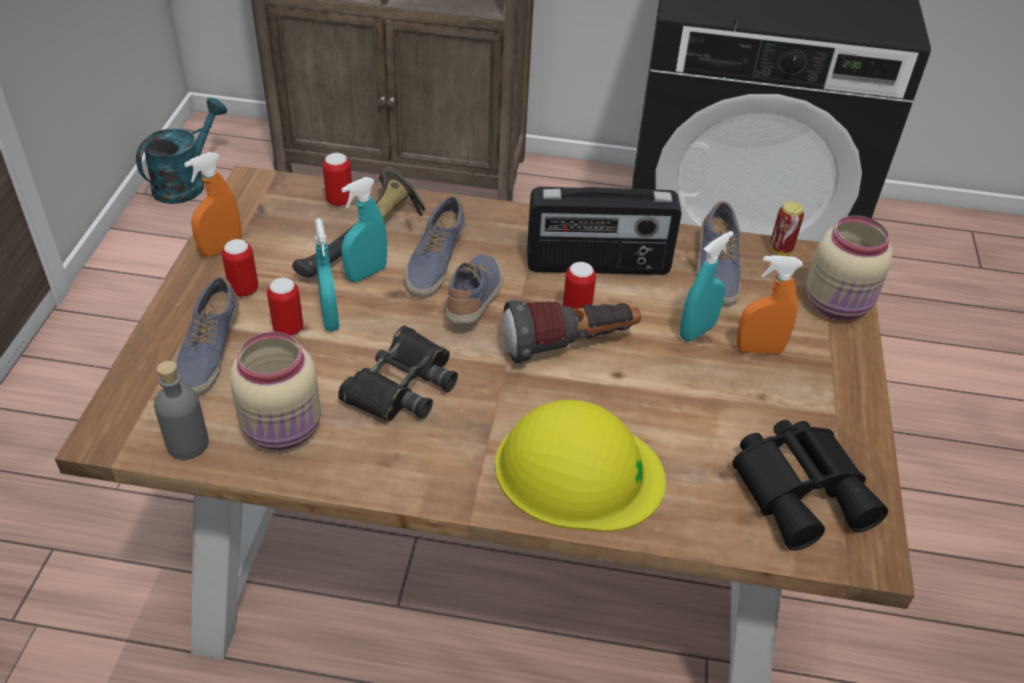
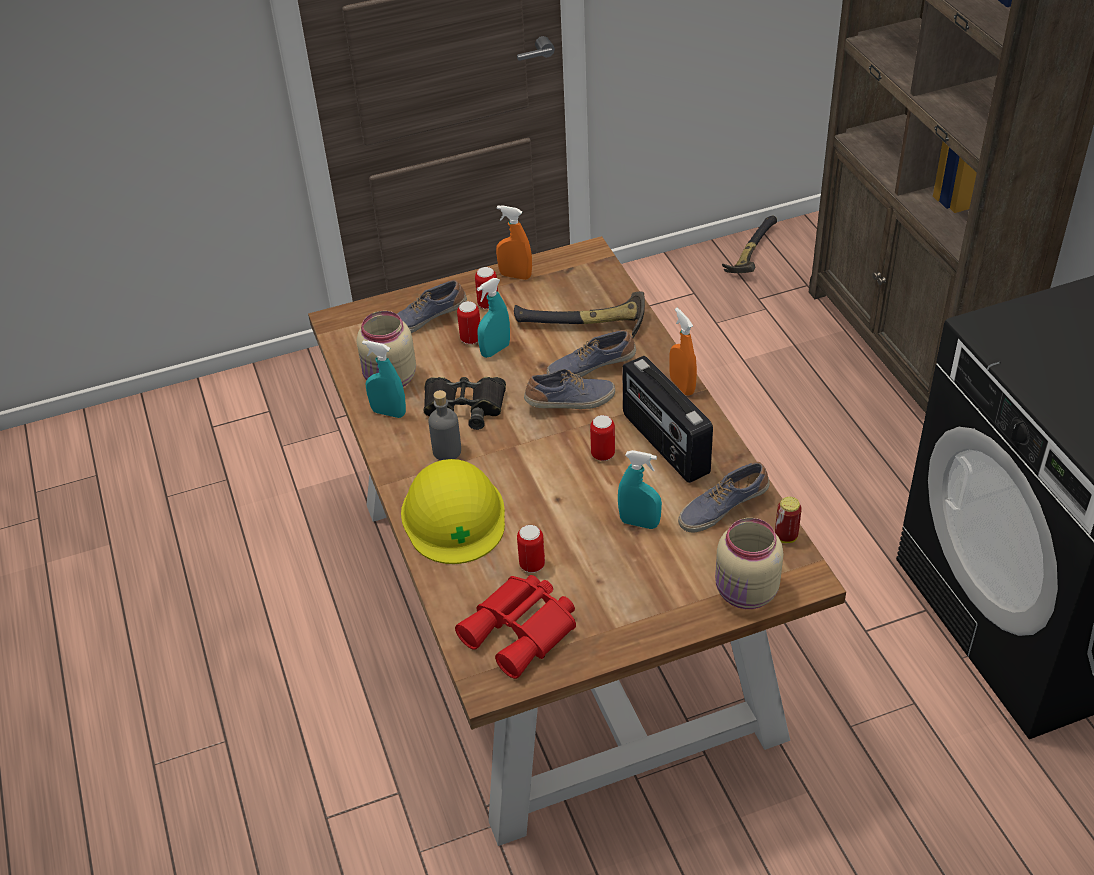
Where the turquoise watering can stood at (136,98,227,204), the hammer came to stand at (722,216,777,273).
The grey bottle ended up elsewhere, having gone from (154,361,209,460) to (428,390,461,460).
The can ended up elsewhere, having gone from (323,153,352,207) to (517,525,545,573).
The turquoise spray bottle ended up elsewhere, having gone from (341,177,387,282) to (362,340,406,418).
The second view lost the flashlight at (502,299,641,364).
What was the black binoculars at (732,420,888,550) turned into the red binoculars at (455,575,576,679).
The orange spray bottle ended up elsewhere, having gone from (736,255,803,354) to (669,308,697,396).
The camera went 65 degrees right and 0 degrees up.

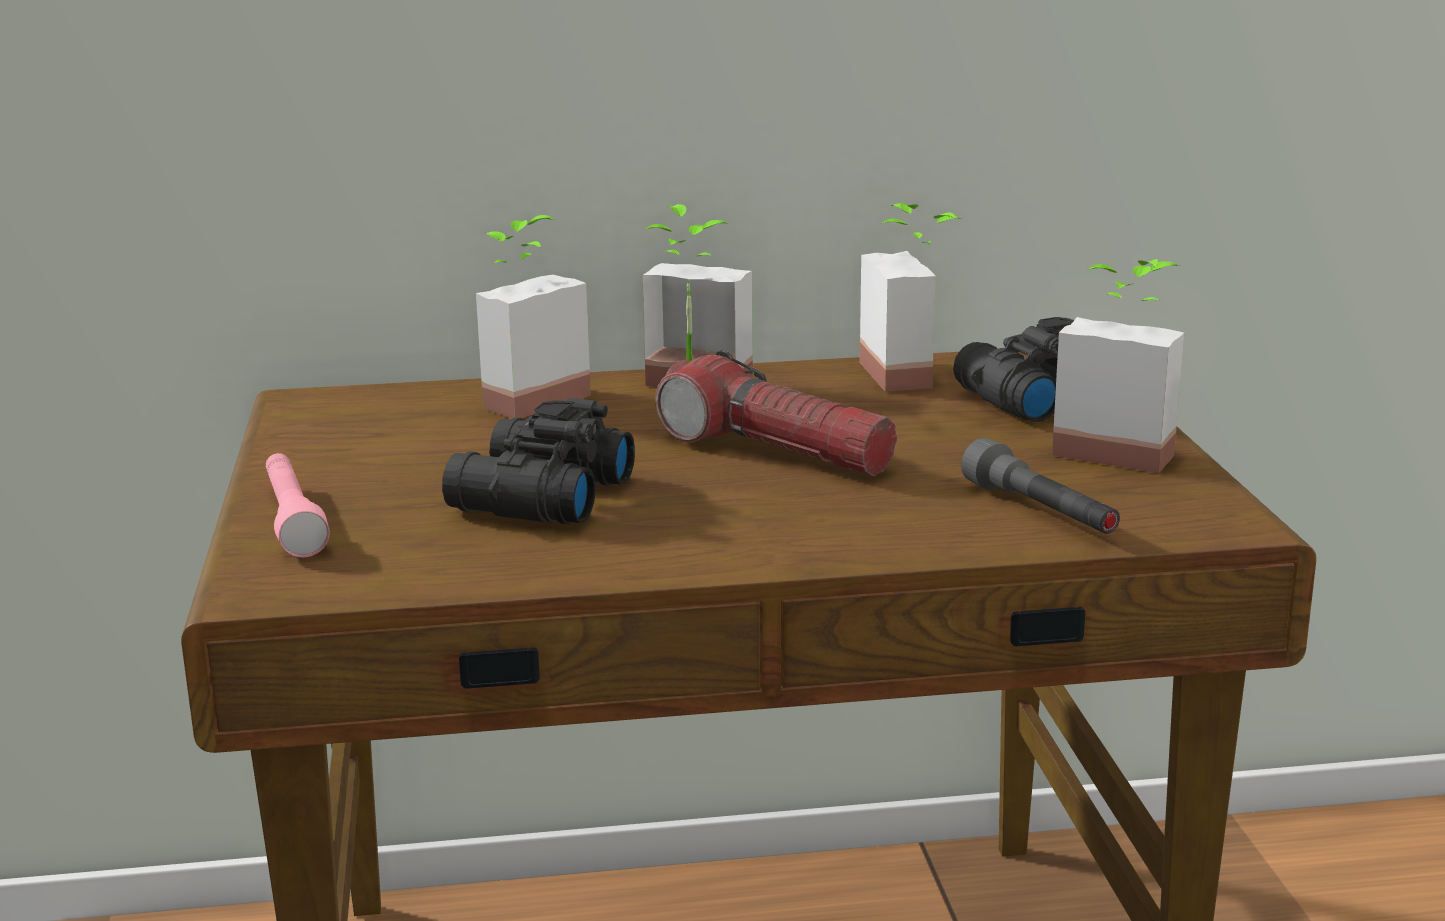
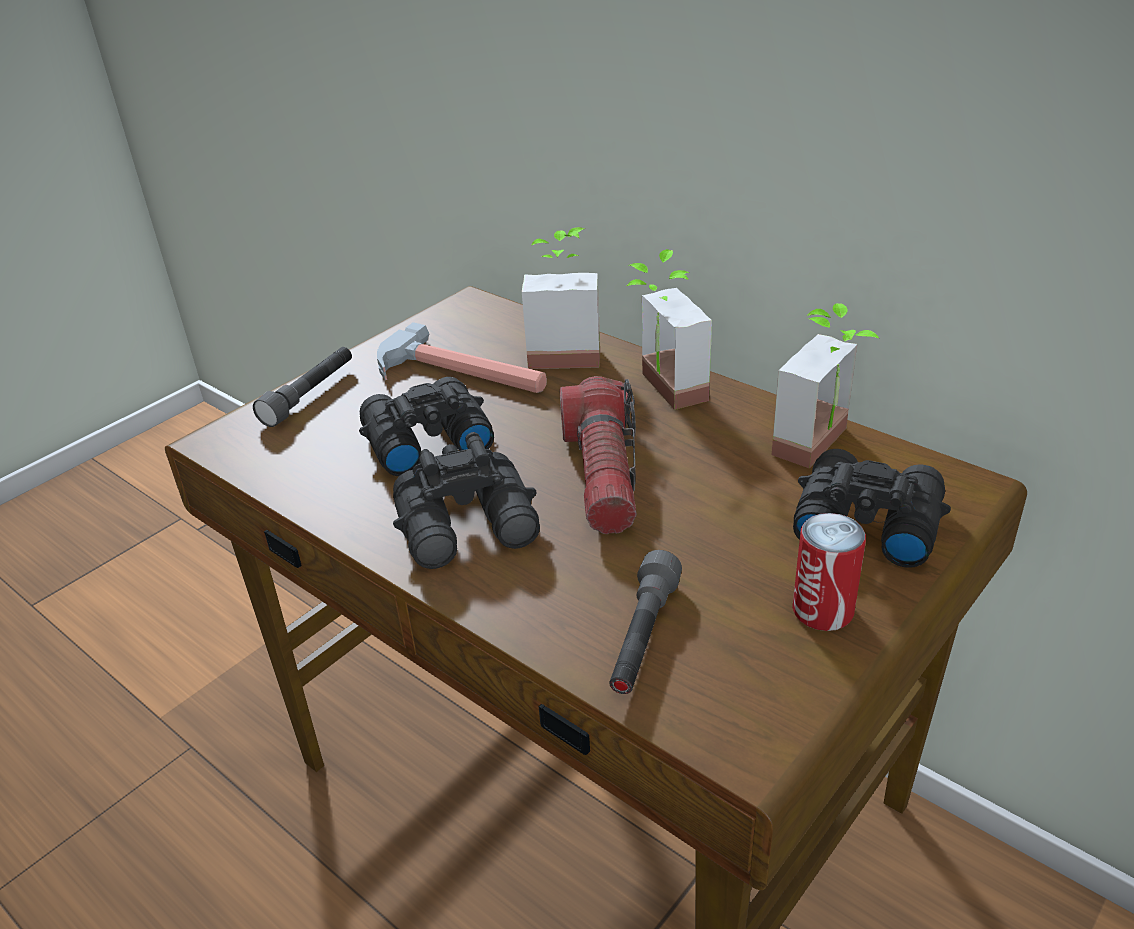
What was the pink flashlight at (266,453,330,558) turned into the grey flashlight at (253,347,352,427).
Where the potted plant stood at (1052,259,1184,474), the can came to stand at (792,513,866,631).
The second view gained the hammer at (377,322,547,393).
The second view gained the black binoculars at (393,432,540,569).
The camera went 50 degrees right and 15 degrees up.

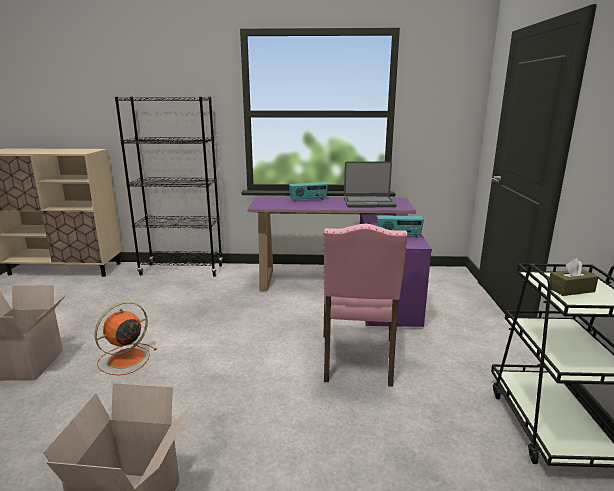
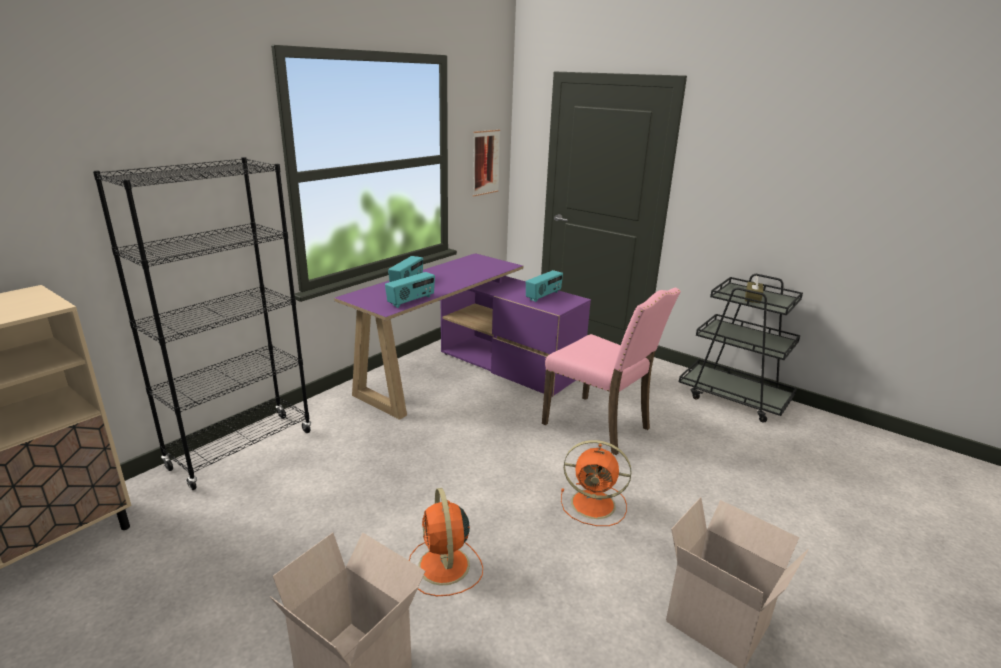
The second view lost the laptop at (344,161,397,207).
The second view gained the radio at (385,272,435,308).
The second view gained the picture at (473,130,500,197).
The second view gained the orange fan at (561,440,632,526).
The camera went 55 degrees left and 5 degrees up.

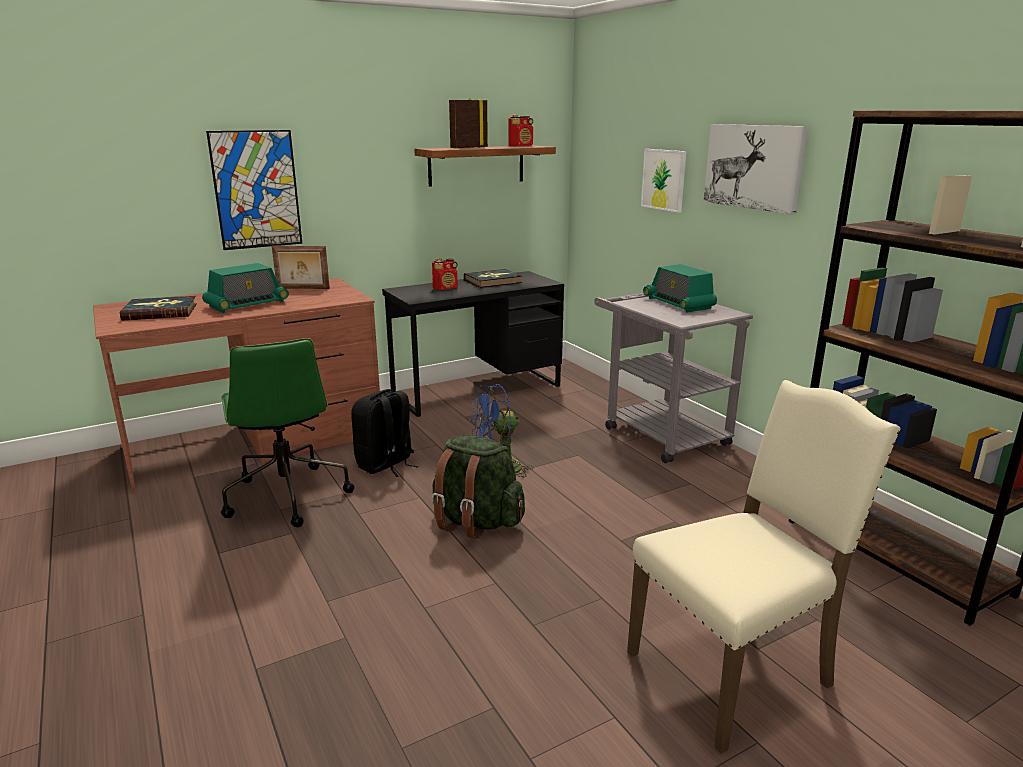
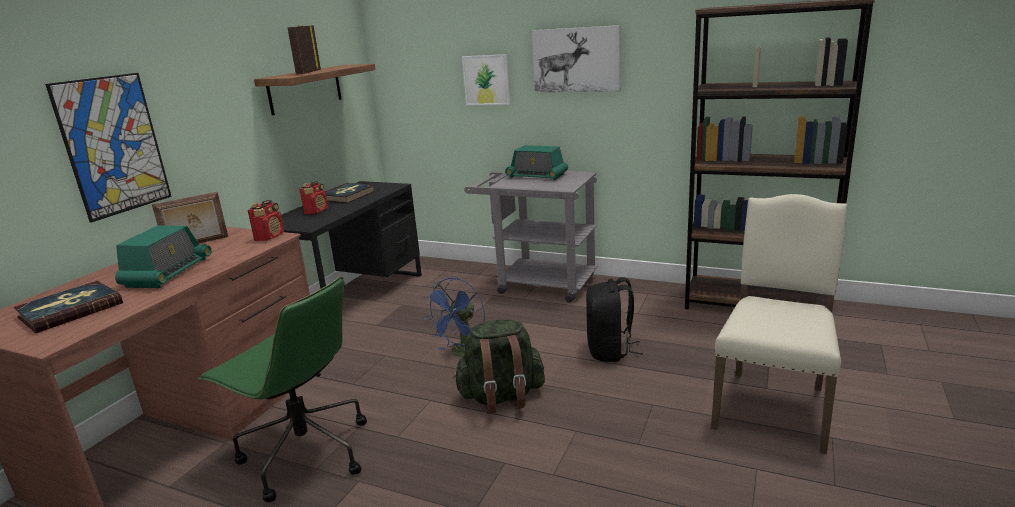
The black backpack ended up elsewhere, having gone from (351,389,419,477) to (586,277,643,362).
The radio ended up elsewhere, having gone from (508,115,533,147) to (248,200,284,241).
The camera went 35 degrees left and 0 degrees up.

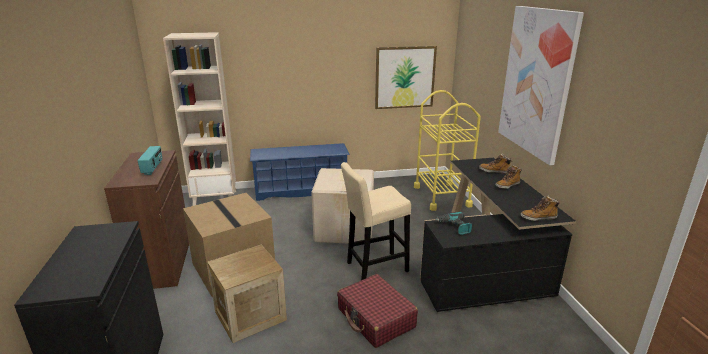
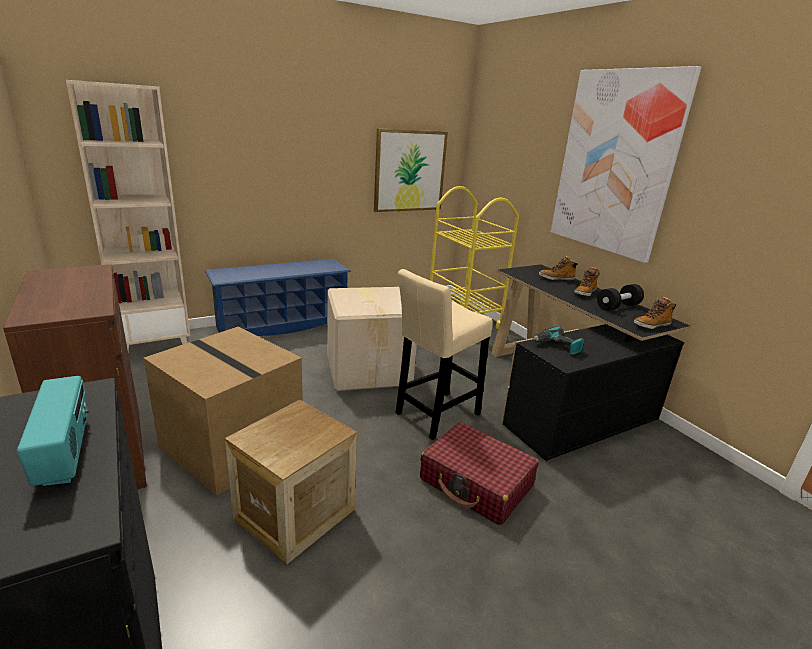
The radio ended up elsewhere, having gone from (137,146,162,175) to (17,376,89,486).
The second view gained the black dumbbell at (597,284,644,311).
The camera went 20 degrees left and 0 degrees up.

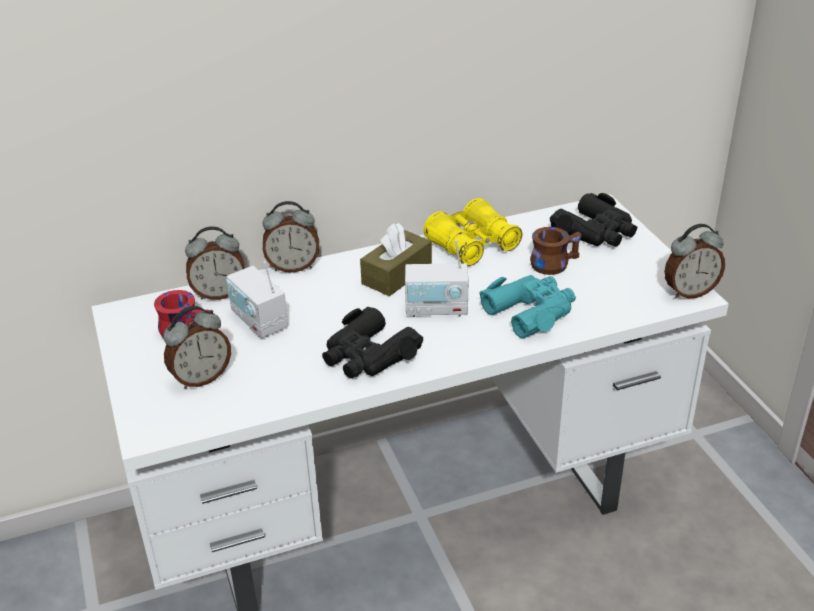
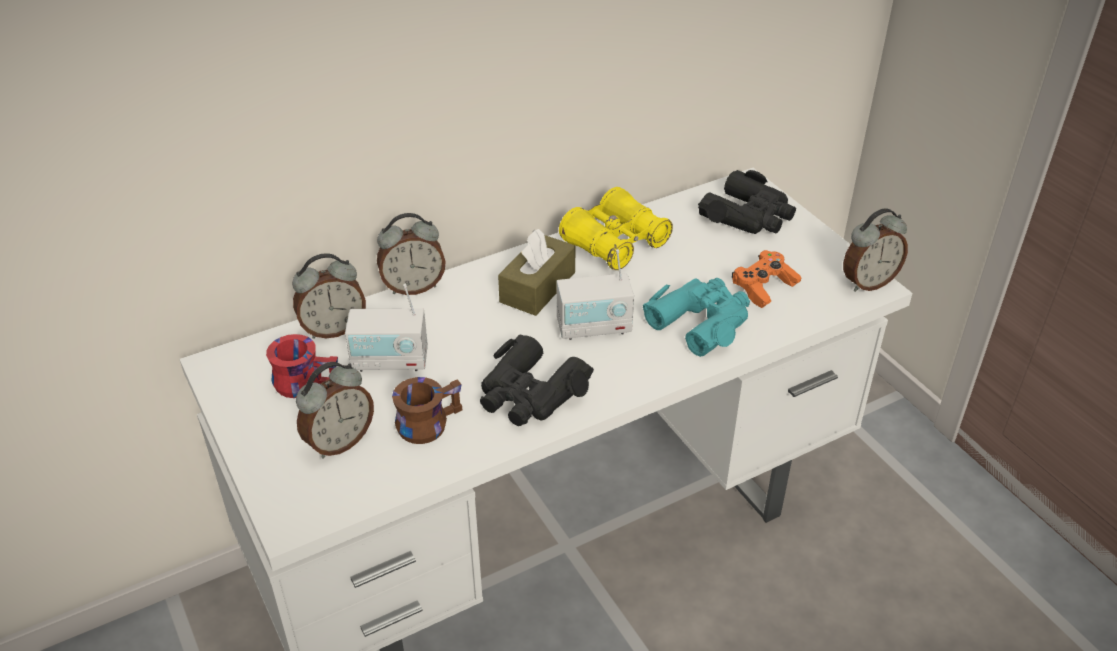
The radio at (226,261,288,338) ended up facing another way, 45 degrees counterclockwise from before.
The brown mug ended up elsewhere, having gone from (530,227,582,275) to (392,377,462,444).
The second view gained the orange game controller at (732,250,801,308).
The camera went 10 degrees left and 5 degrees up.

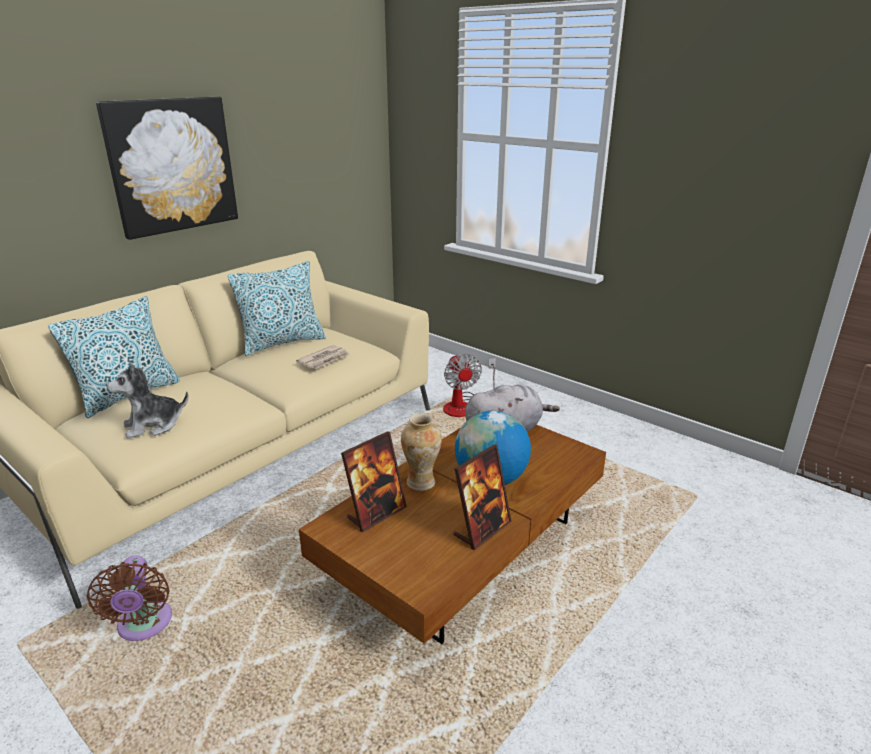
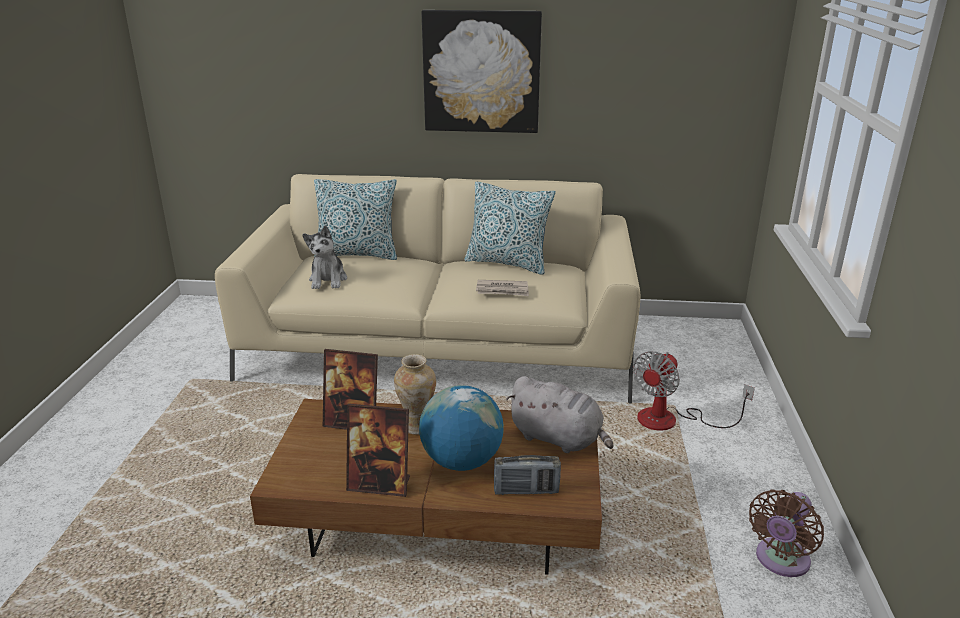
The brown fan ended up elsewhere, having gone from (87,555,172,641) to (749,489,824,577).
The plush toy at (106,362,188,438) ended up facing another way, 120 degrees counterclockwise from before.
The second view gained the radio at (494,455,561,495).
The camera went 55 degrees right and 0 degrees up.

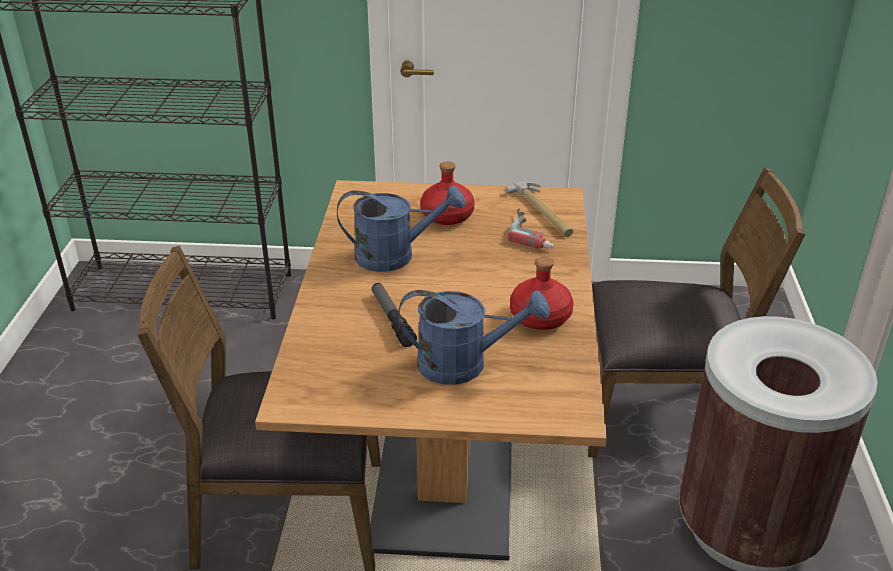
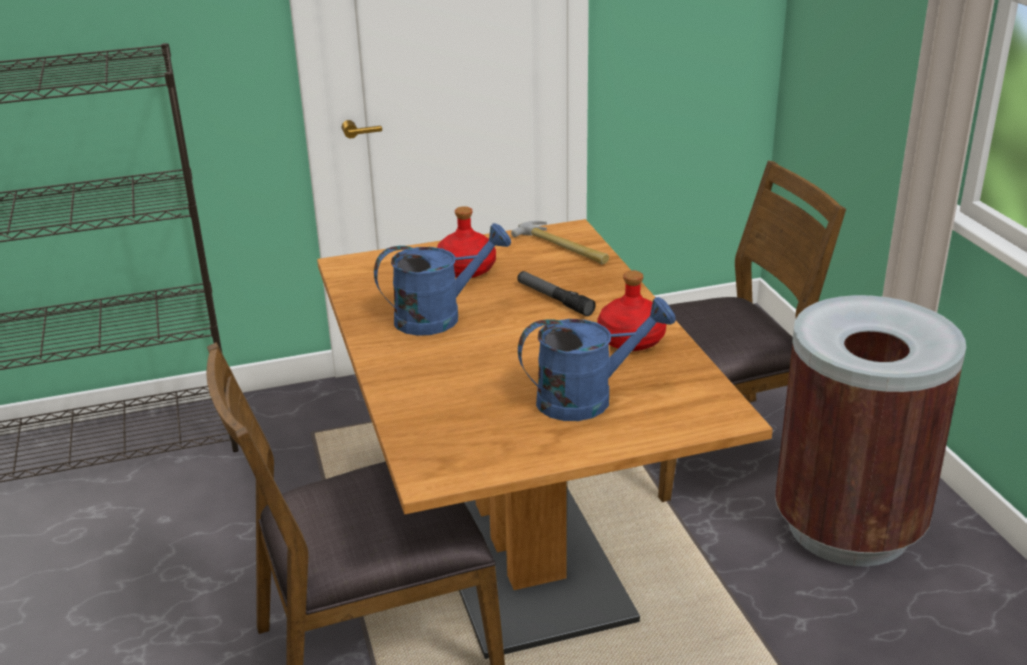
The flashlight ended up elsewhere, having gone from (372,283,417,347) to (517,271,596,316).
The second view lost the power drill at (507,209,554,249).
The camera went 20 degrees left and 5 degrees down.

